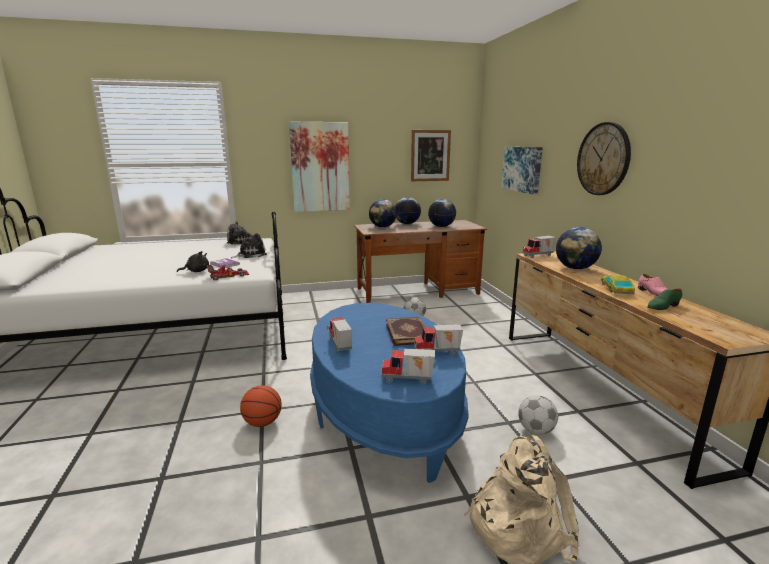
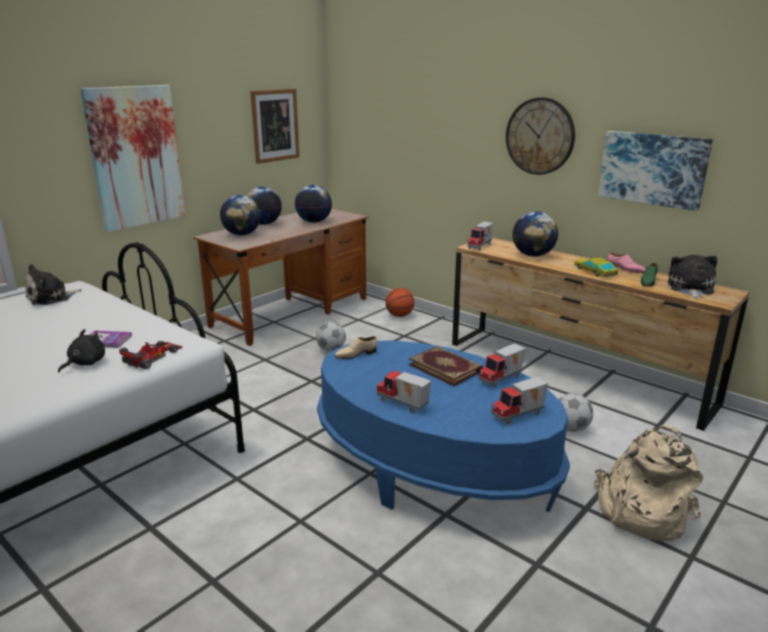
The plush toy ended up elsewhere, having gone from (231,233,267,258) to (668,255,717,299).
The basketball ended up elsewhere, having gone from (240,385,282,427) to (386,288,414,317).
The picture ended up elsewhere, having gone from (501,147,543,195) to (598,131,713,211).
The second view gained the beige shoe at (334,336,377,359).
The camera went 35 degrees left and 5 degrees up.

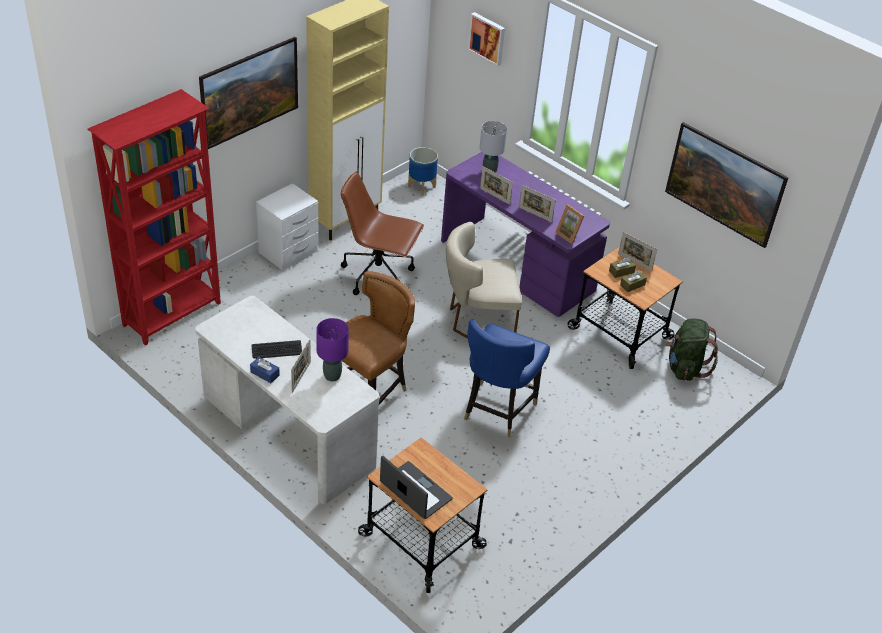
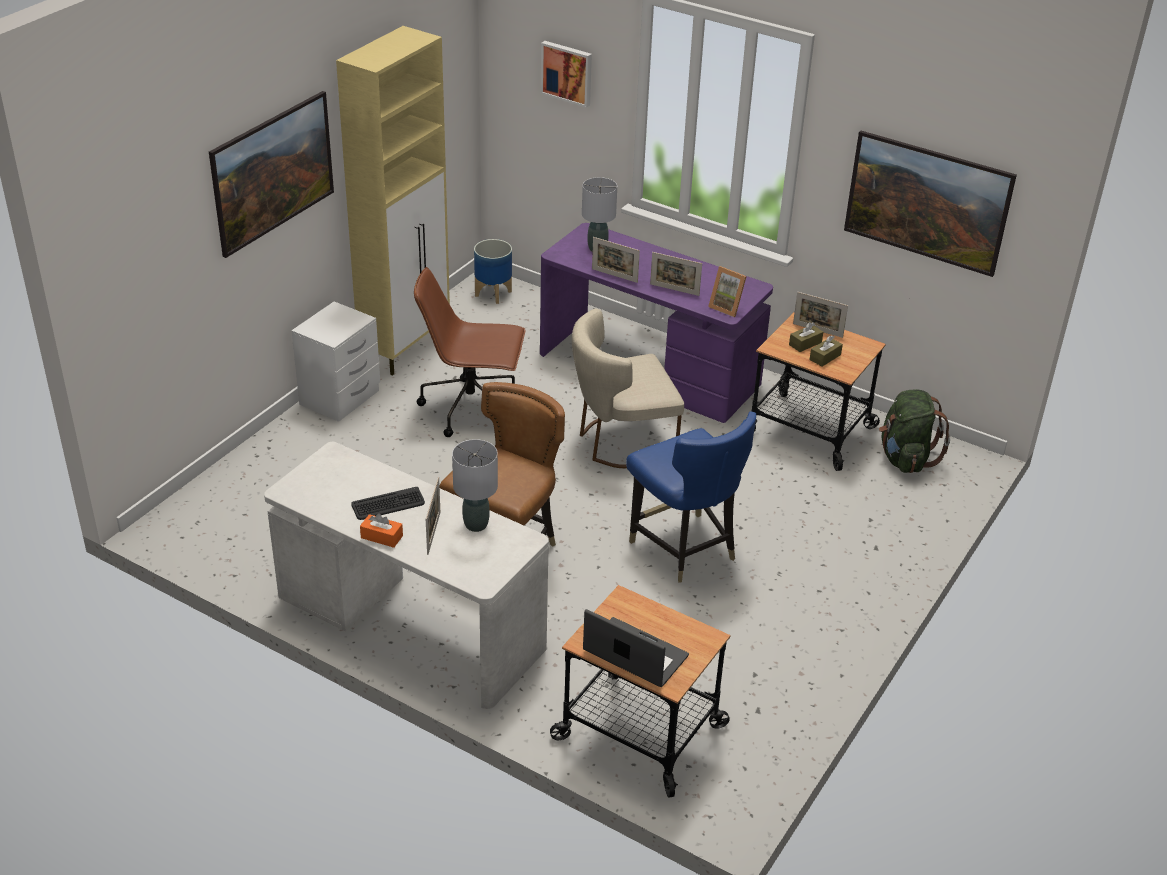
The second view lost the red bookcase at (88,89,221,346).
What was the blue tissue box at (250,357,280,383) turned into the orange tissue box at (360,513,403,548).
What was the purple table lamp at (316,318,349,382) turned into the grey table lamp at (452,439,498,532).
The blue chair at (464,320,550,437) ended up facing another way, 45 degrees counterclockwise from before.
The camera went 10 degrees left and 5 degrees down.

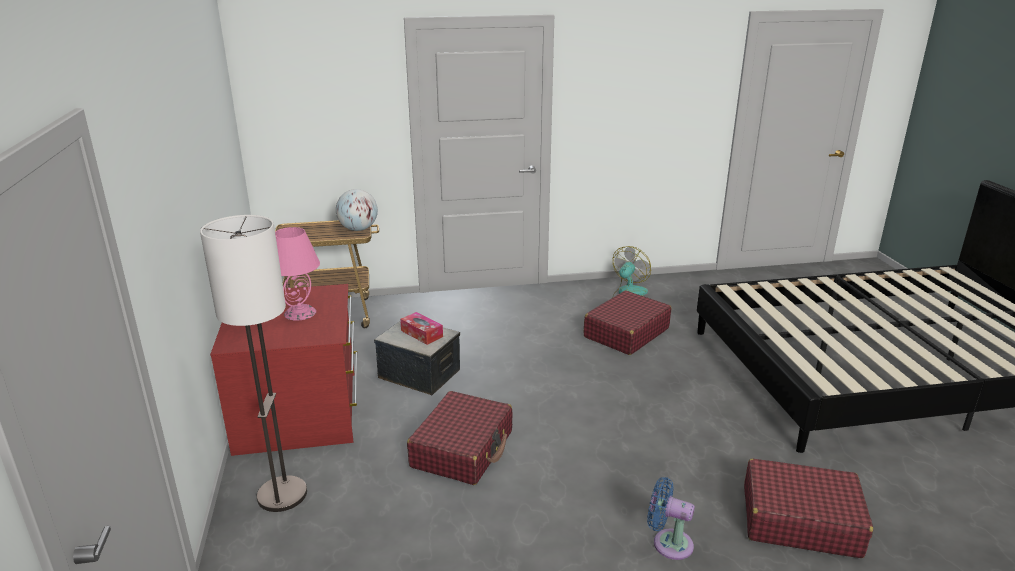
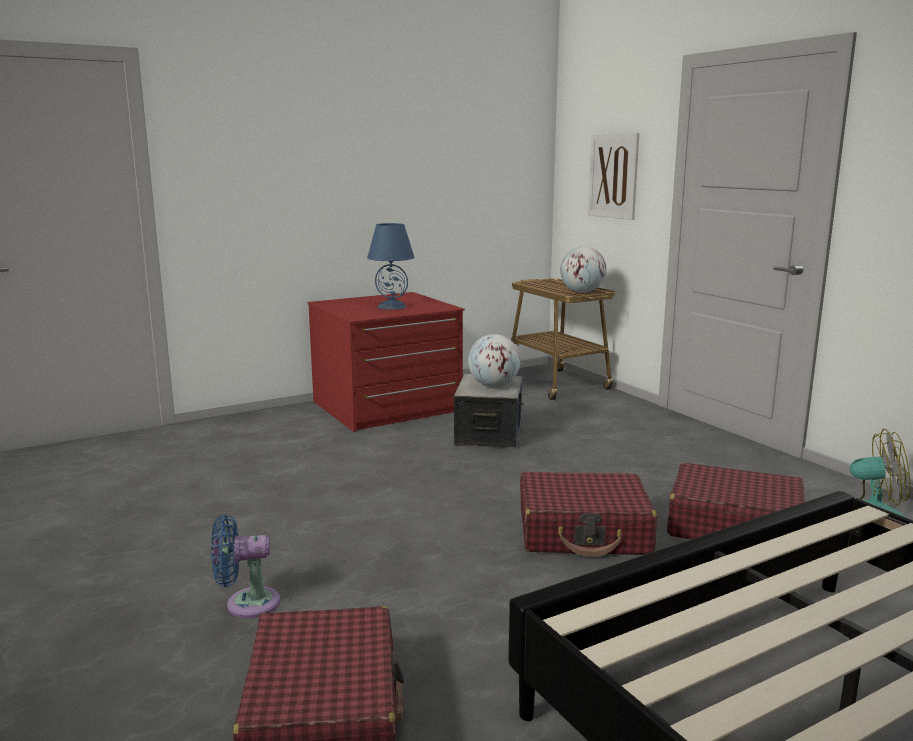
The second view lost the floor lamp at (200,215,307,512).
What was the pink table lamp at (275,227,320,321) turned into the blue table lamp at (367,223,415,310).
Where the tissue box stood at (400,312,443,345), the globe came to stand at (468,334,521,387).
The red suitcase ended up elsewhere, having gone from (407,391,512,485) to (520,472,657,557).
The blue fan at (647,477,695,560) ended up facing another way, 105 degrees counterclockwise from before.
The second view gained the picture at (588,133,639,220).
The camera went 70 degrees right and 10 degrees down.

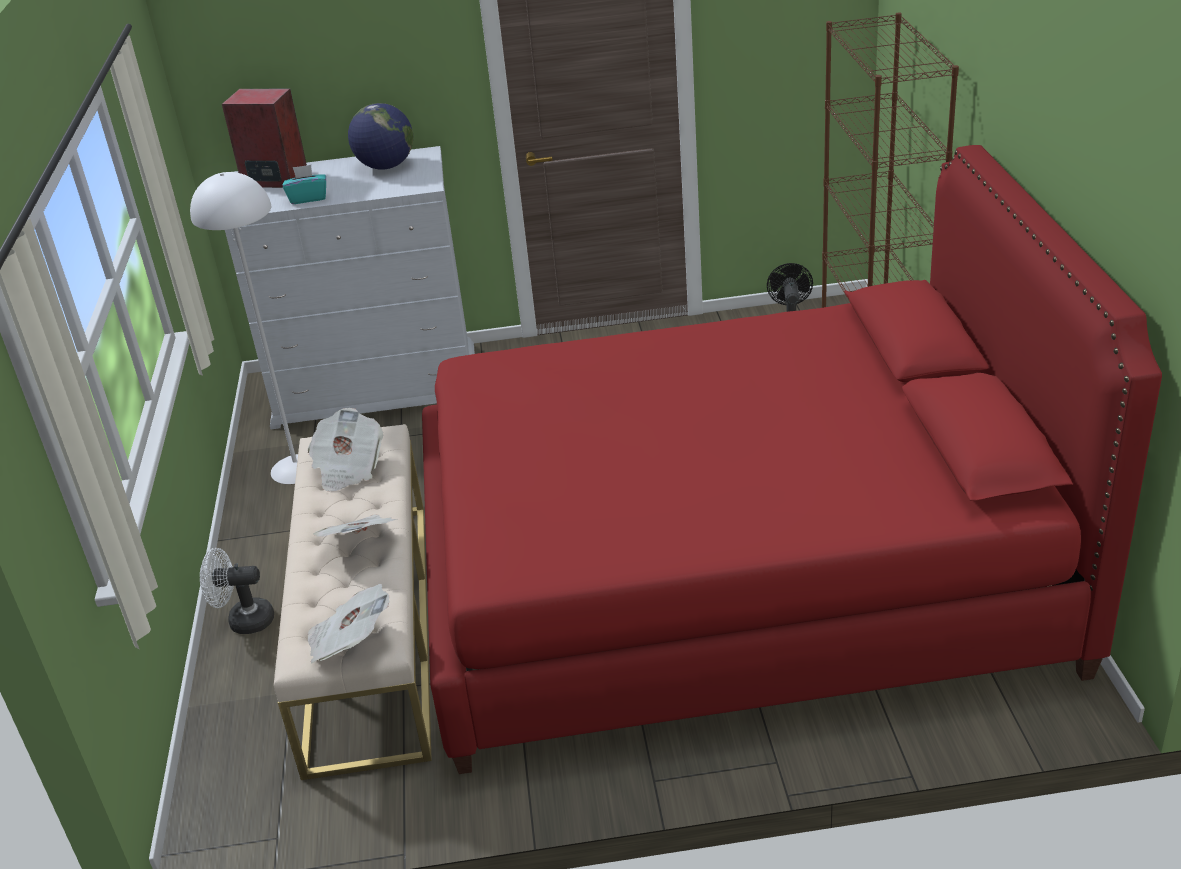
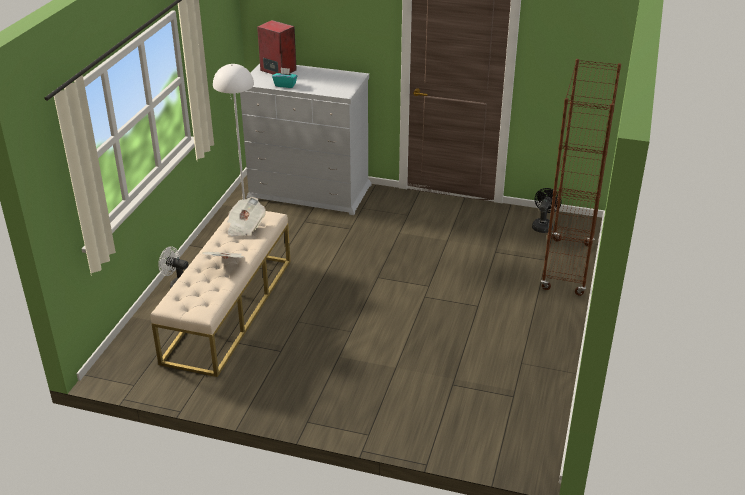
The second view lost the newspaper at (307,584,389,664).
The second view lost the globe at (348,103,413,170).
The second view lost the red bed at (422,145,1162,774).
The camera went 20 degrees right and 0 degrees up.

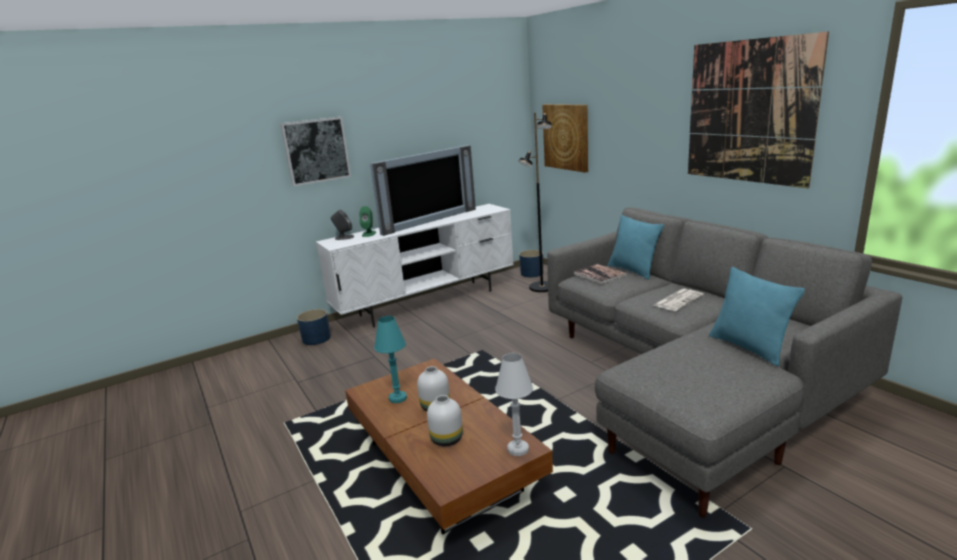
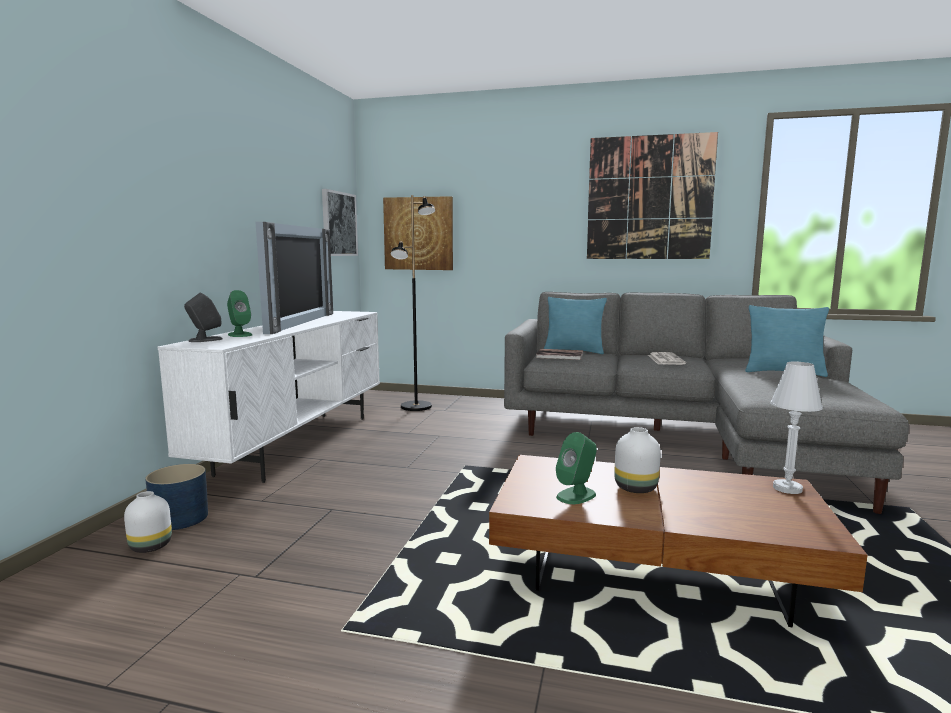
The picture ended up elsewhere, having gone from (280,117,351,186) to (322,189,358,256).
Where the turquoise table lamp stood at (374,316,407,403), the green speaker came to stand at (556,432,597,504).
The white vase ended up elsewhere, having gone from (427,395,463,446) to (124,491,172,553).
The second view lost the blue planter at (519,250,543,277).
The camera went 45 degrees left and 10 degrees down.

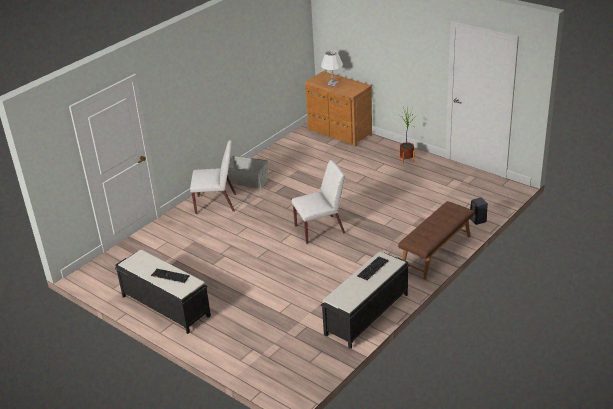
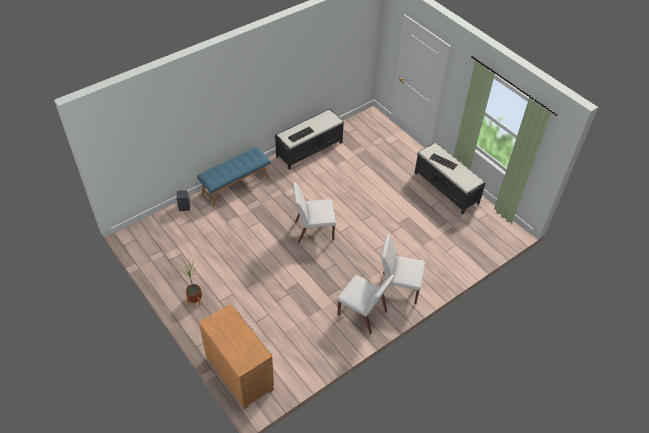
Where the grey storage box stood at (227,156,268,189), the white chair came to stand at (337,275,395,334).
The second view lost the white table lamp at (321,50,343,86).
What was the brown bench at (398,201,474,279) turned into the blue bench at (197,147,271,206).
The camera went 170 degrees left and 15 degrees up.

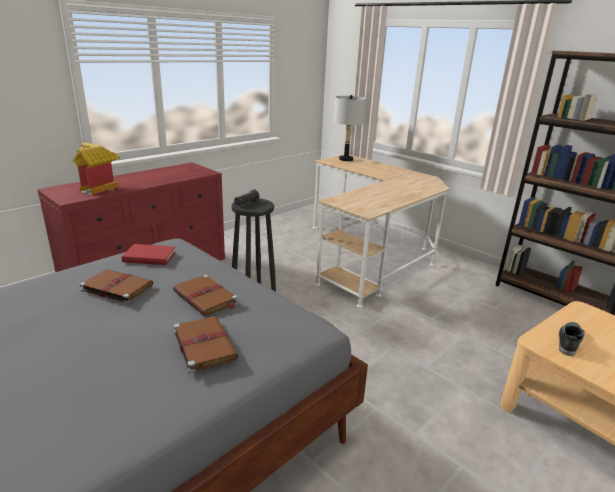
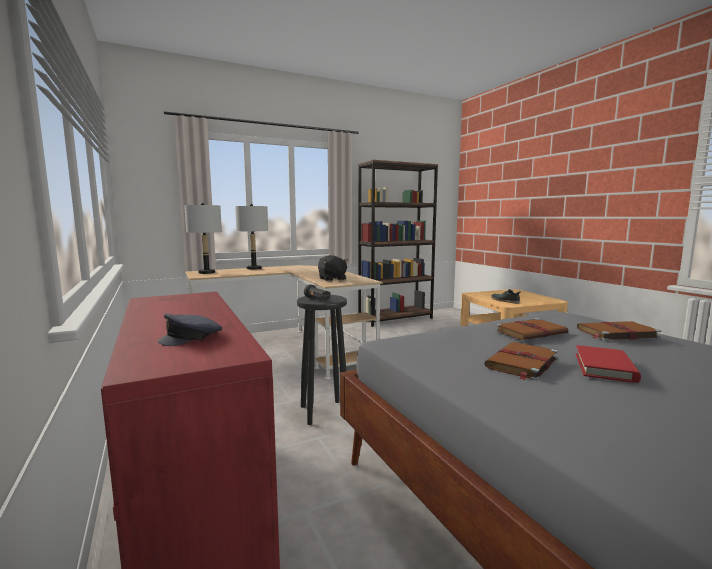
Where the toy house stood at (73,143,120,195), the grey cap came to stand at (157,313,222,346).
The red book ended up elsewhere, having gone from (122,244,176,265) to (576,345,641,383).
The second view gained the grey table lamp at (235,204,268,270).
The second view gained the black plush toy at (318,255,349,281).
The camera went 70 degrees left and 15 degrees down.

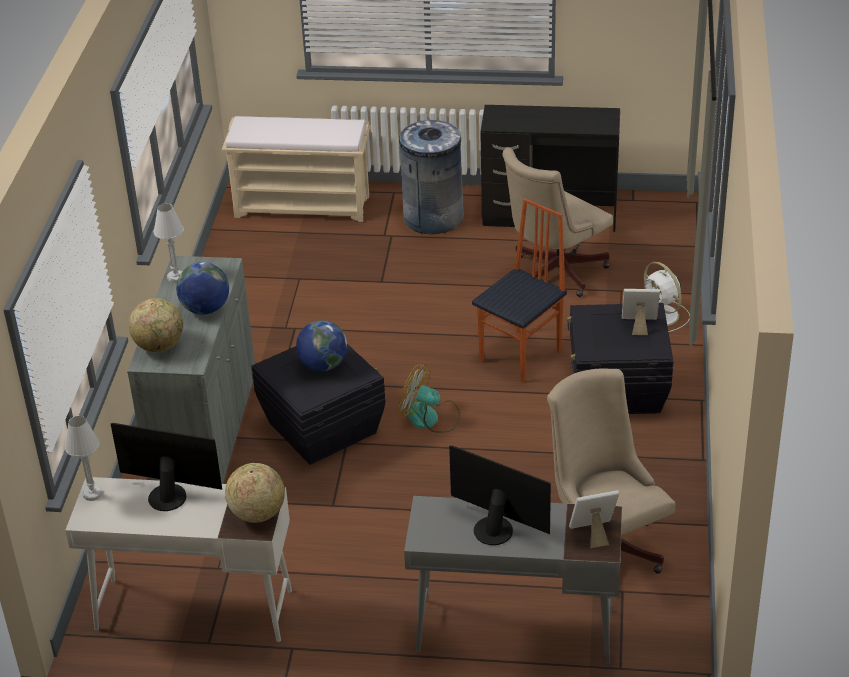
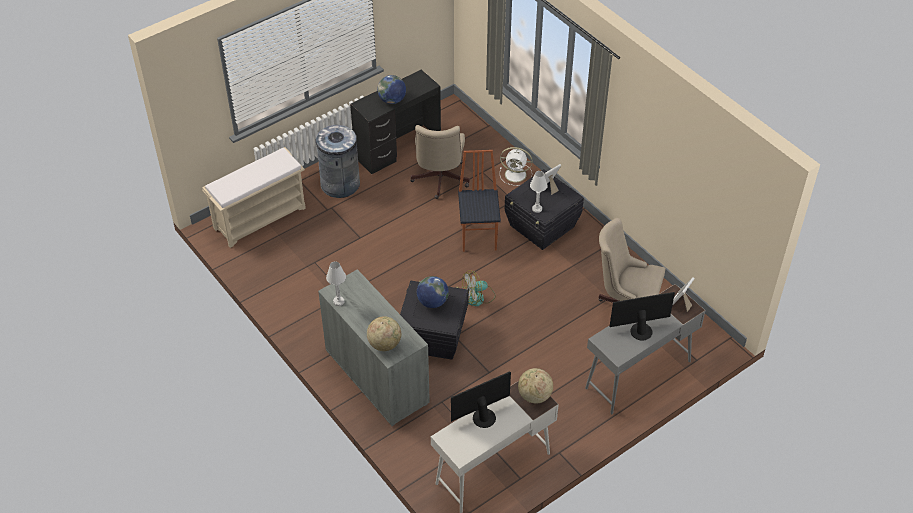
The white table lamp ended up elsewhere, having gone from (65,416,103,501) to (530,171,548,213).
The globe ended up elsewhere, having gone from (176,262,229,315) to (377,75,406,104).
The camera went 45 degrees left and 10 degrees up.

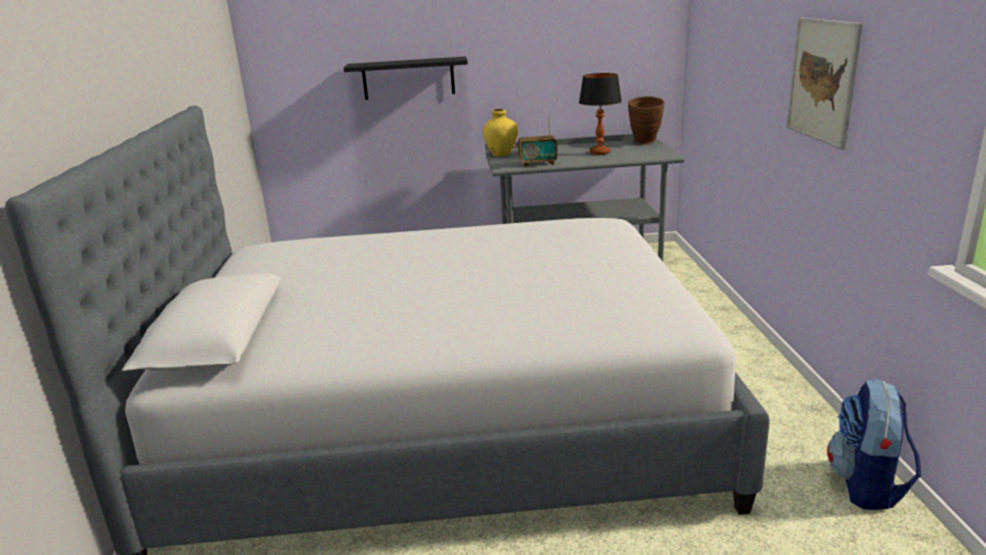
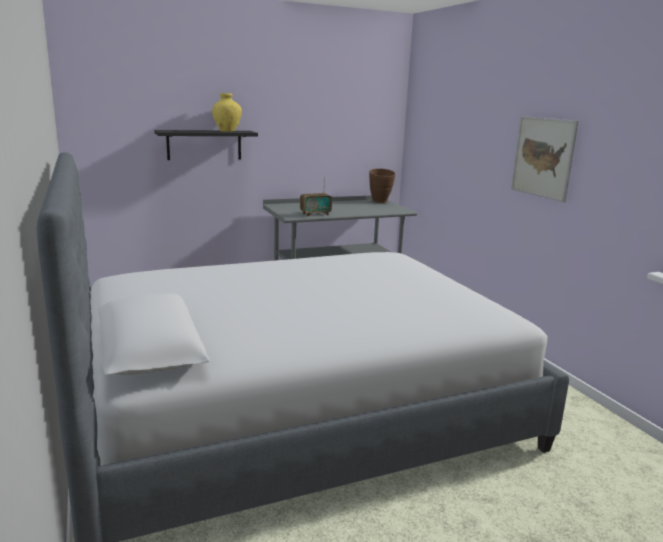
The yellow vase ended up elsewhere, having gone from (483,109,518,157) to (212,93,242,132).
The second view lost the table lamp at (579,73,622,155).
The second view lost the backpack at (827,379,921,510).
The camera went 20 degrees left and 5 degrees down.

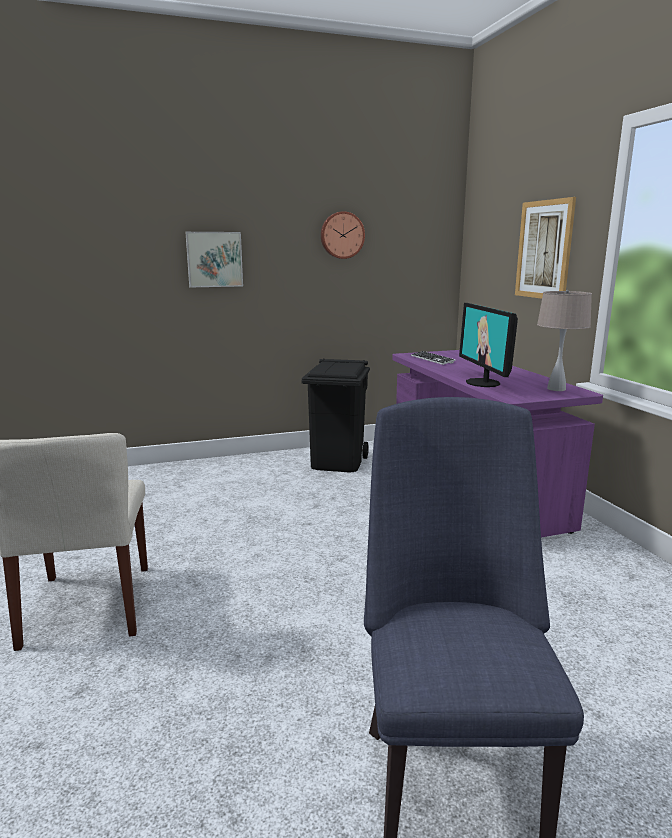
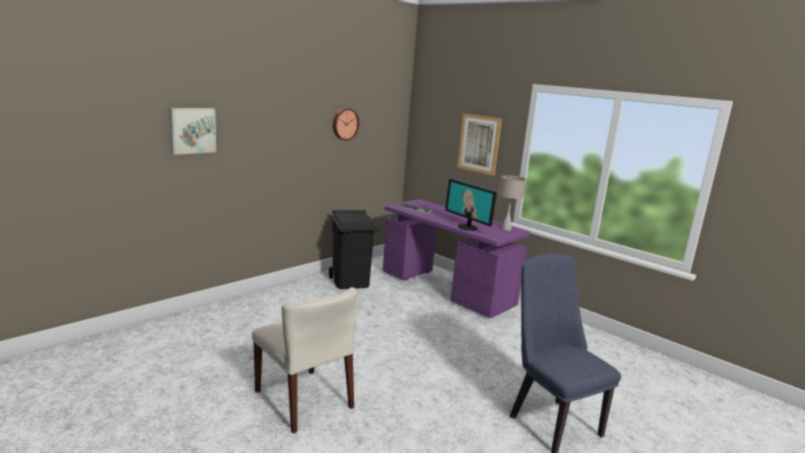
The picture ended up elsewhere, having gone from (185,232,243,287) to (169,108,216,155).
The camera went 30 degrees left and 0 degrees up.

